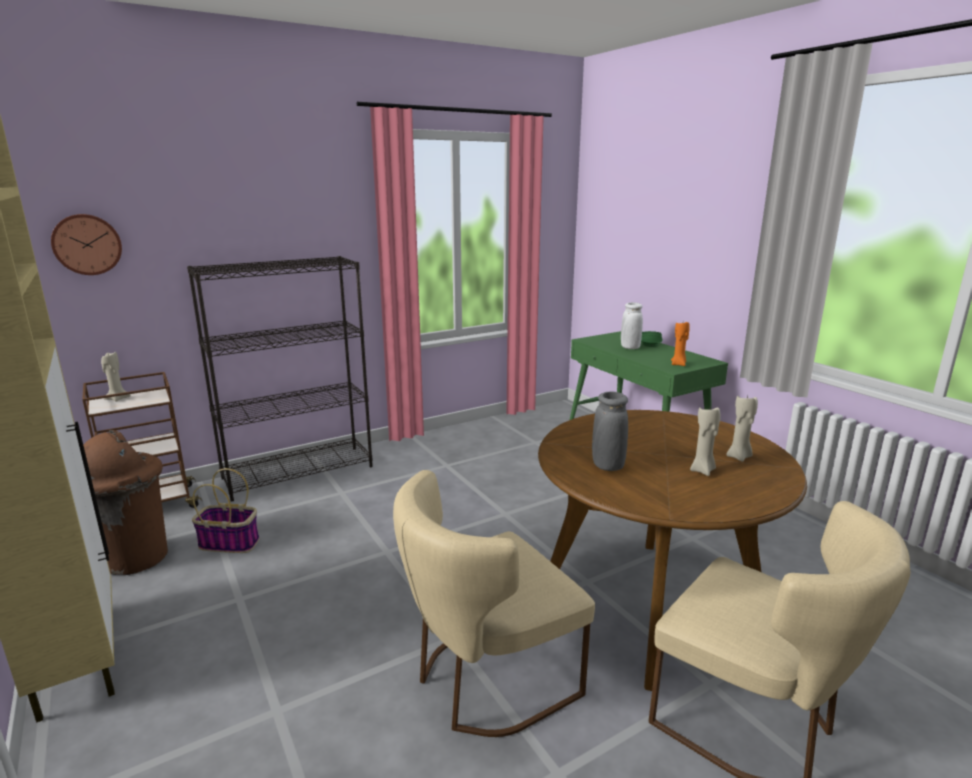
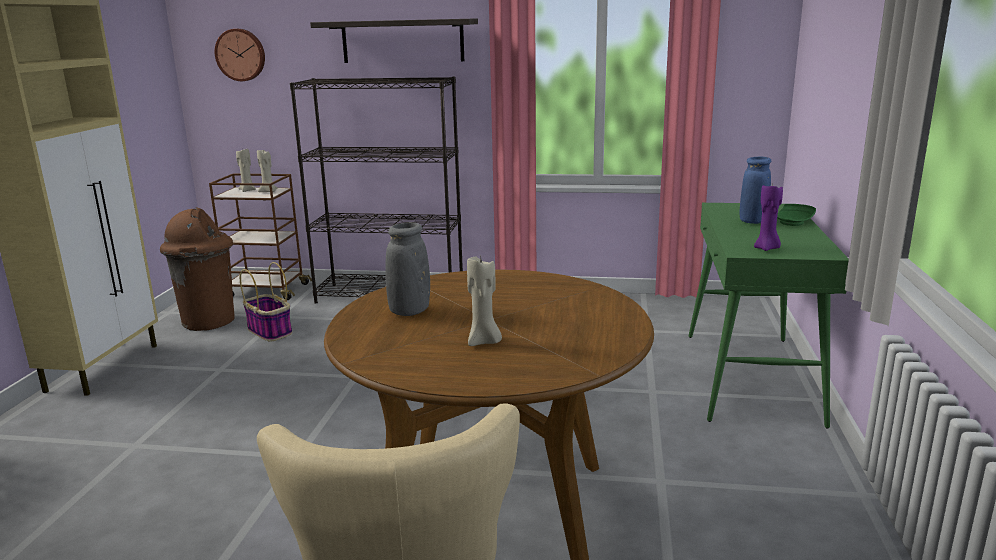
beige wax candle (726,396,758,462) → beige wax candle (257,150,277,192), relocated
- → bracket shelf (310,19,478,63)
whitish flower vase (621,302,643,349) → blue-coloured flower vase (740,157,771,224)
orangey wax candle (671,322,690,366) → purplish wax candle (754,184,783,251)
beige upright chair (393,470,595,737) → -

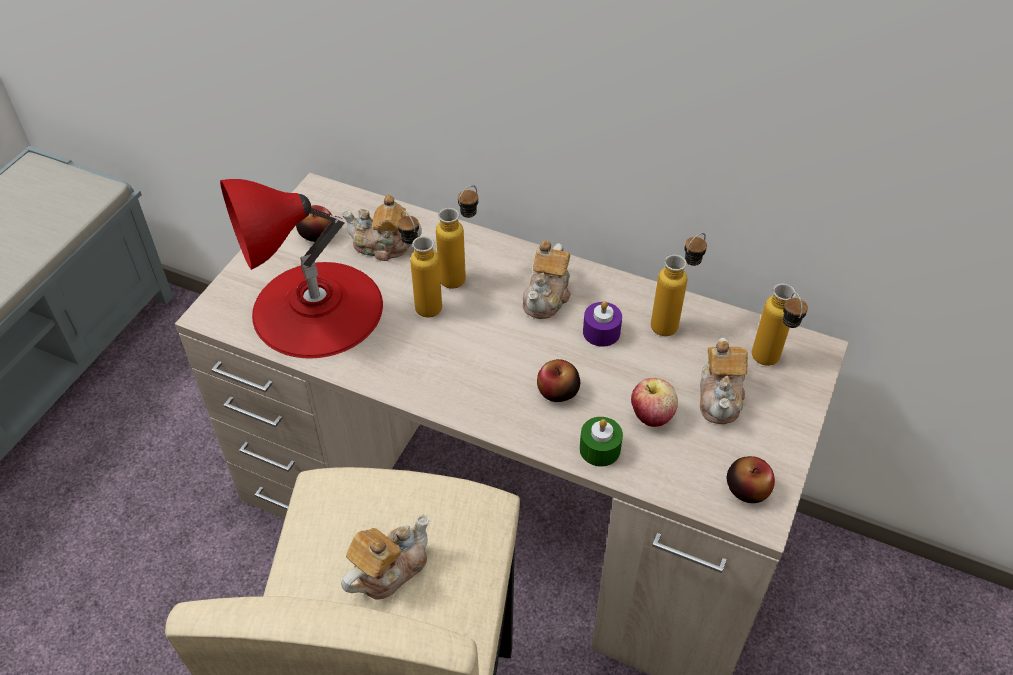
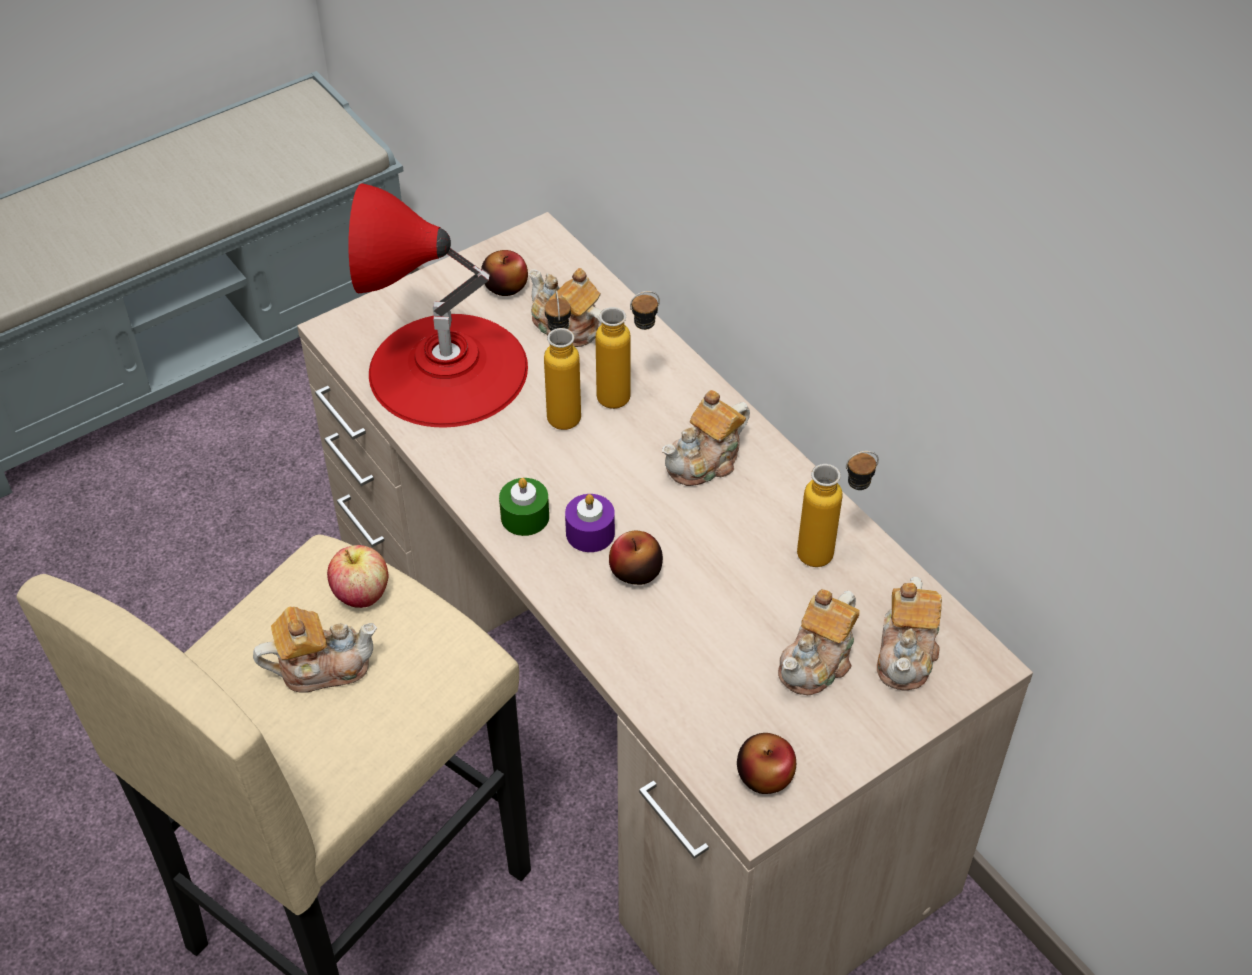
apple (631,378,678,427) → apple (327,545,389,608), relocated
green-coloured wax candle (580,417,623,467) → green-coloured wax candle (499,478,549,536), relocated
purplish wax candle (583,301,622,347) → purplish wax candle (565,494,615,552), relocated
beverage bottle (752,283,808,366) → teapot (877,577,942,691)

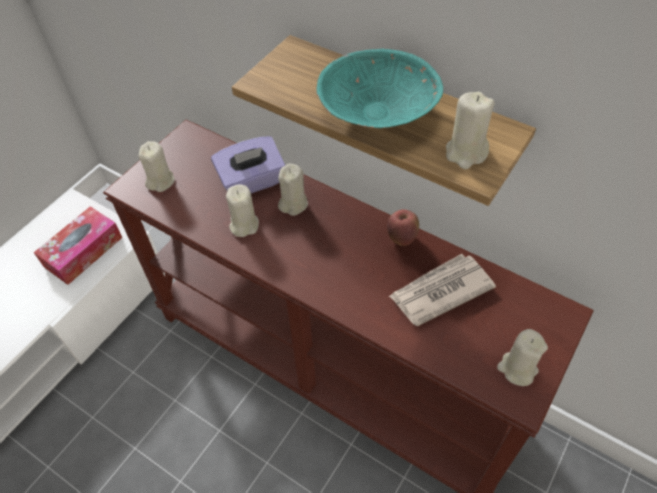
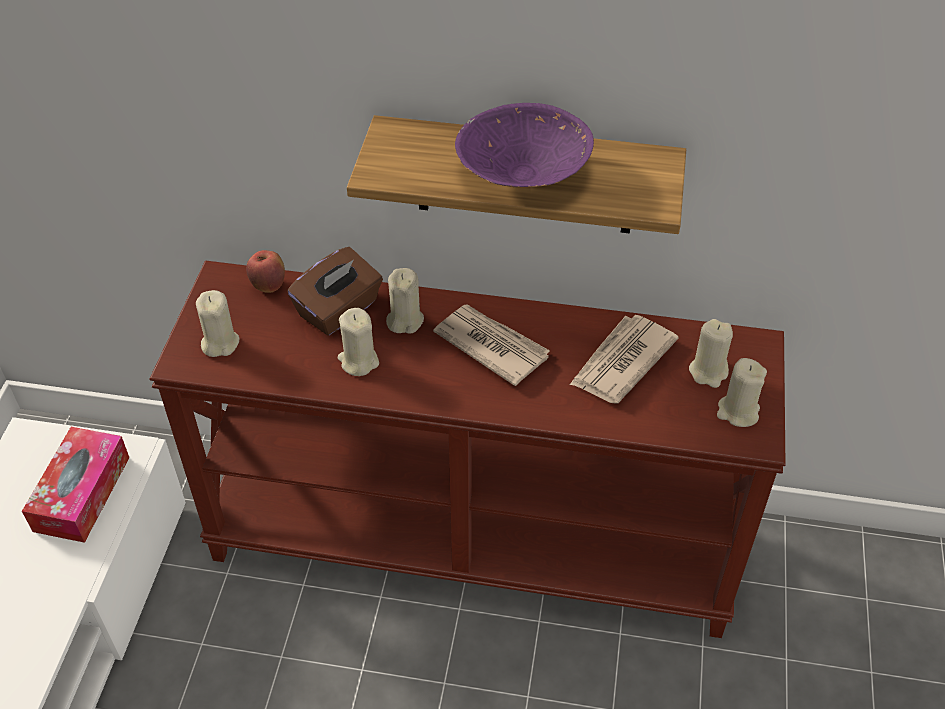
apple (387,209,419,246) → apple (246,250,285,293), relocated
purplish tissue box (211,136,285,193) → brownish tissue box (287,247,383,336)
- → daily paper (433,304,550,386)
turquoise-coloured deep dish (316,49,443,128) → purplish deep dish (455,103,594,188)
beige wax candle (446,92,495,169) → beige wax candle (689,319,733,388), relocated

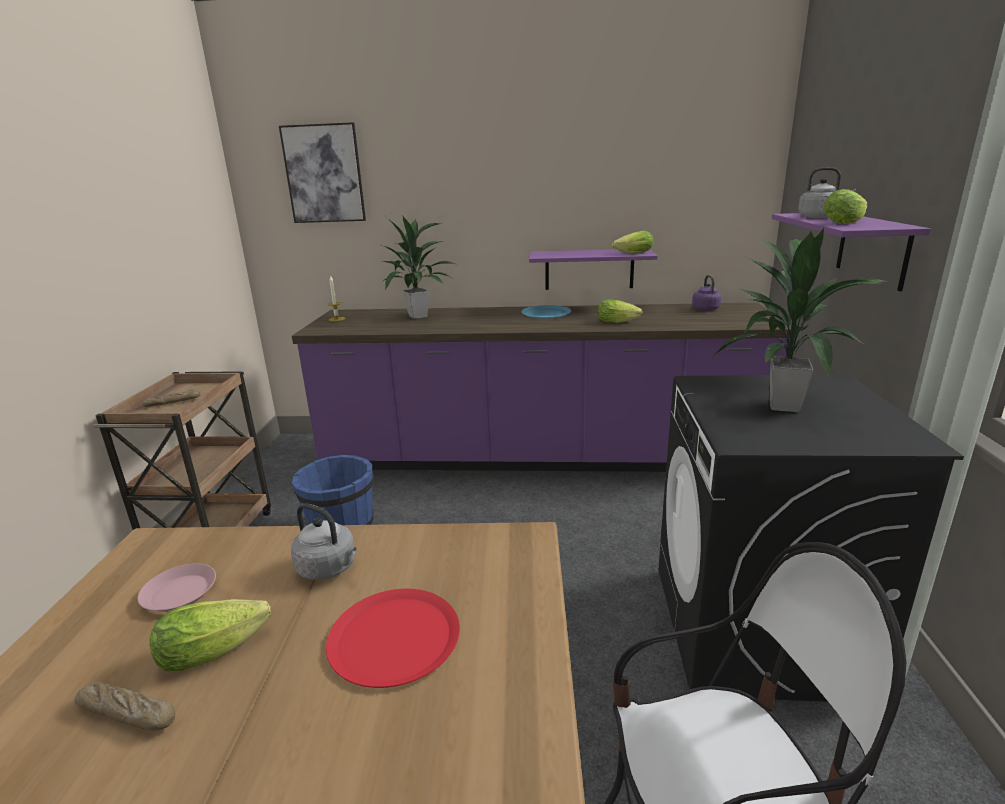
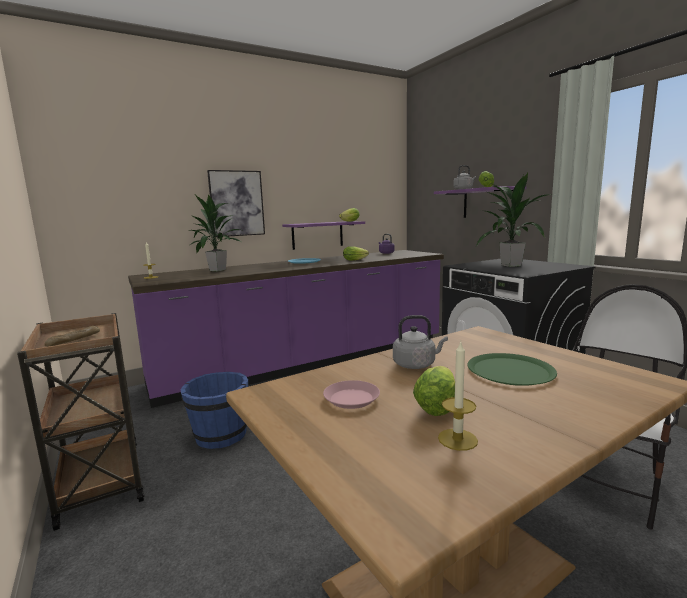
picture (279,122,366,223) → picture (207,170,265,237), relocated
baked bread (75,681,175,730) → wax candle (438,341,478,451)
red plate (326,589,460,688) → green-coloured plate (467,353,557,386)

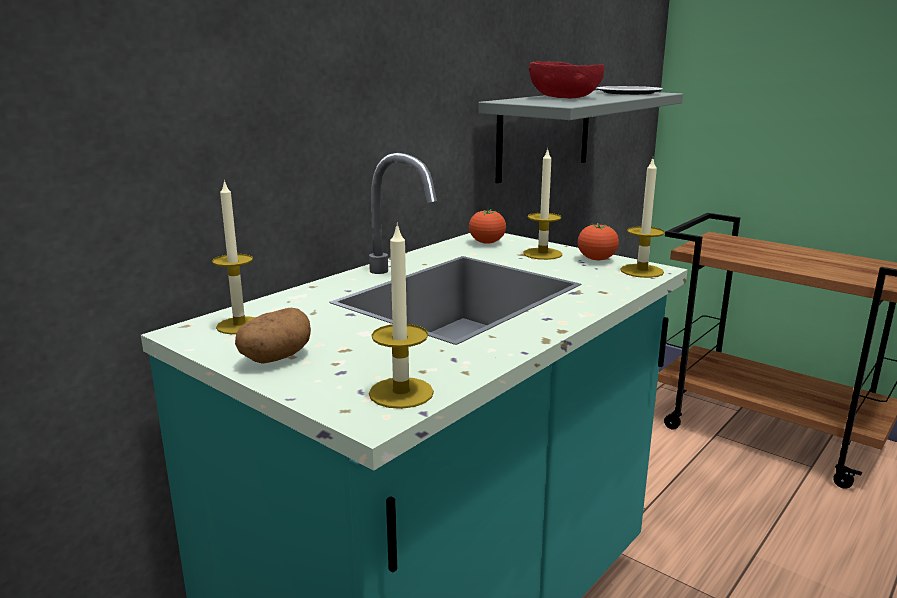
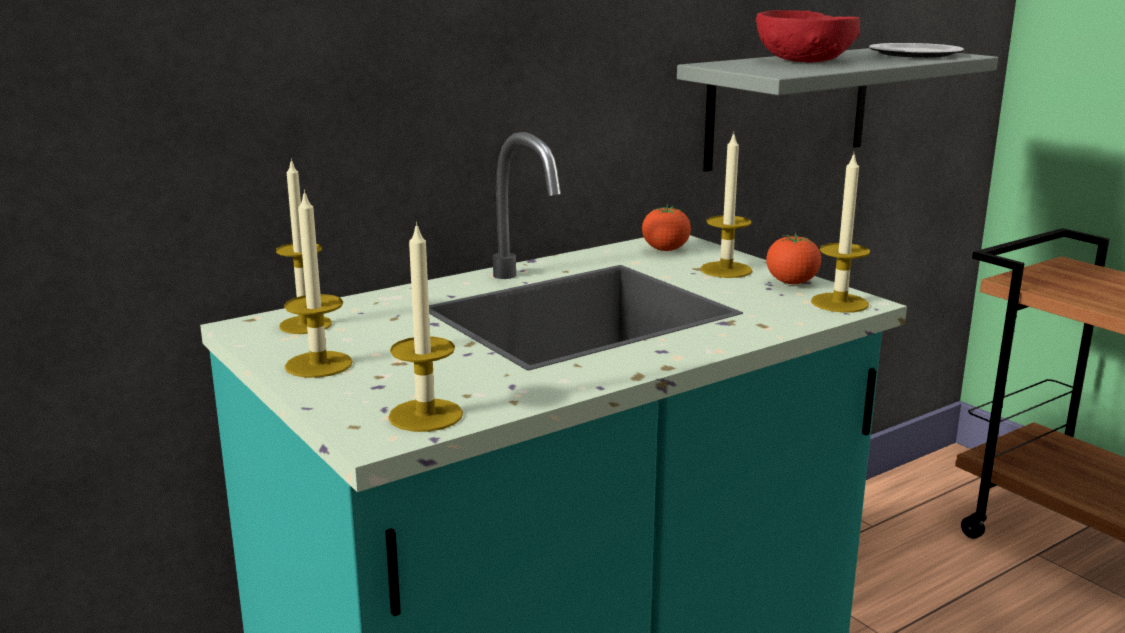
whole potato (235,308,311,364) → wax candle (284,190,353,378)

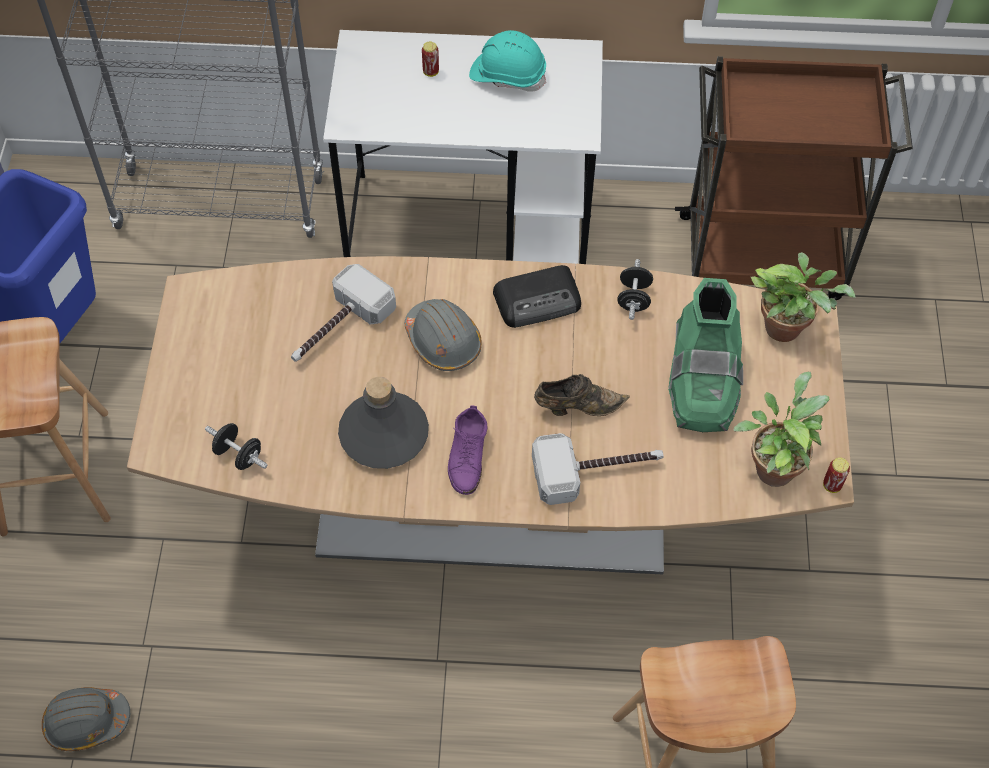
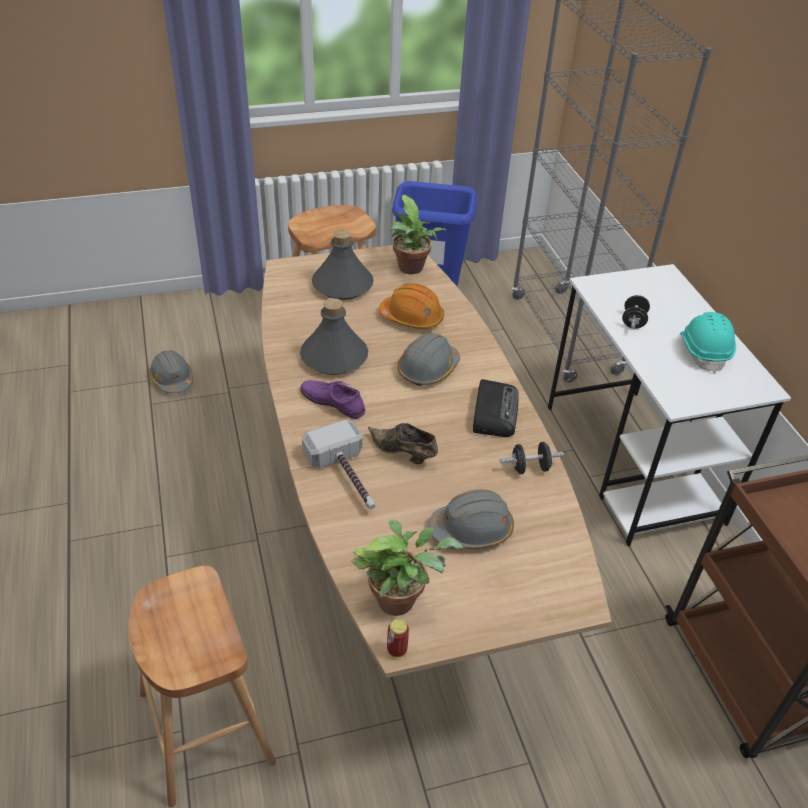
purplish shoe (448,406,488,495) → purplish shoe (300,380,365,419), 45 degrees clockwise
- → gray beverage bottle (312,229,374,300)
brownish shoe (534,374,630,416) → brownish shoe (368,423,438,464), 150 degrees clockwise
tool hammer (291,264,396,362) → orangey work helmet (379,283,444,329)
plant in a pot (751,252,856,342) → plant in a pot (390,195,447,274), relocated
green-coloured boot (668,278,743,432) → gray work helmet (428,489,514,549)
radio set (493,265,581,328) → radio set (473,379,519,437), 135 degrees counterclockwise
black-coloured free weight (205,423,268,470) → black-coloured free weight (622,295,650,329), relocated
metal can (422,42,439,77) → -

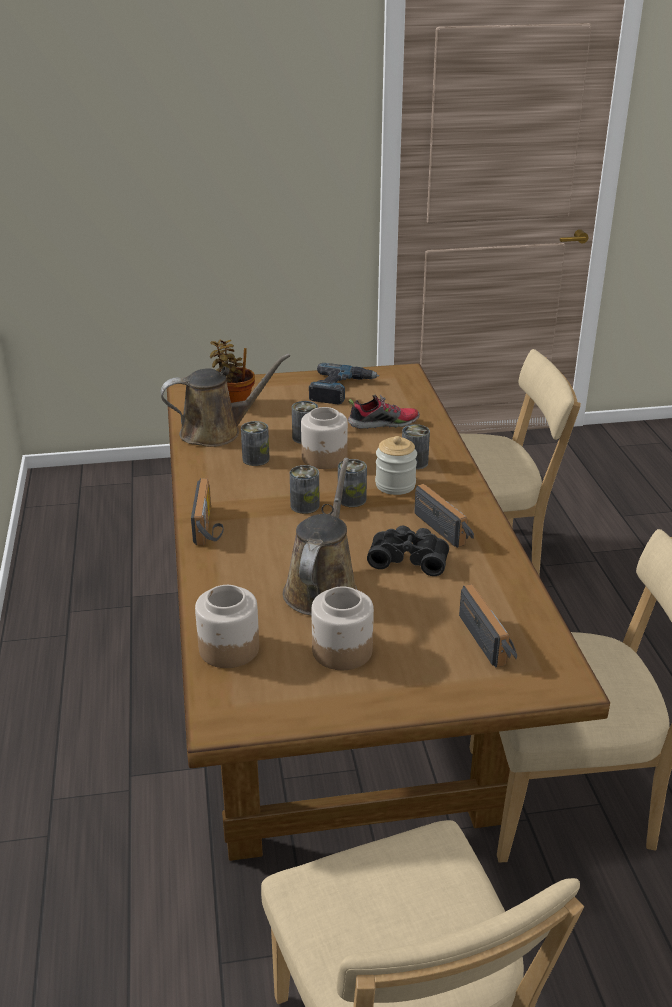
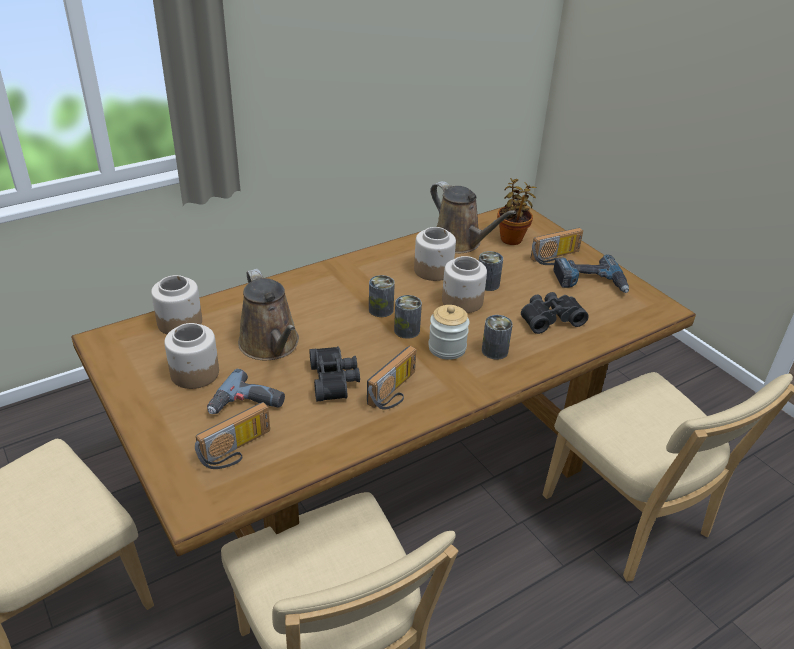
- → electric drill (207,369,285,414)
brownish watering can (283,458,358,616) → brownish watering can (238,269,299,360), 75 degrees clockwise
metal can (241,421,270,466) → jar (414,227,456,281)
shoe (348,394,420,429) → black-coloured field glasses (521,292,589,334)
radio set (191,478,224,545) → radio set (531,228,583,265), relocated

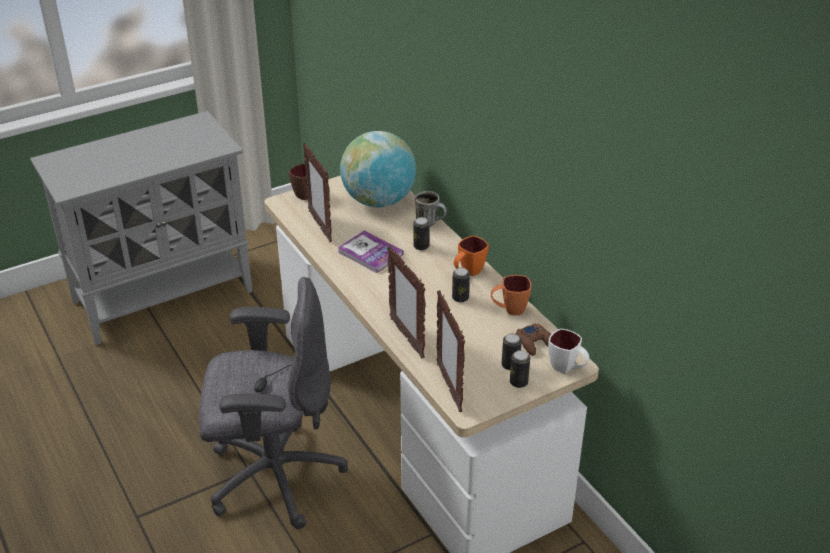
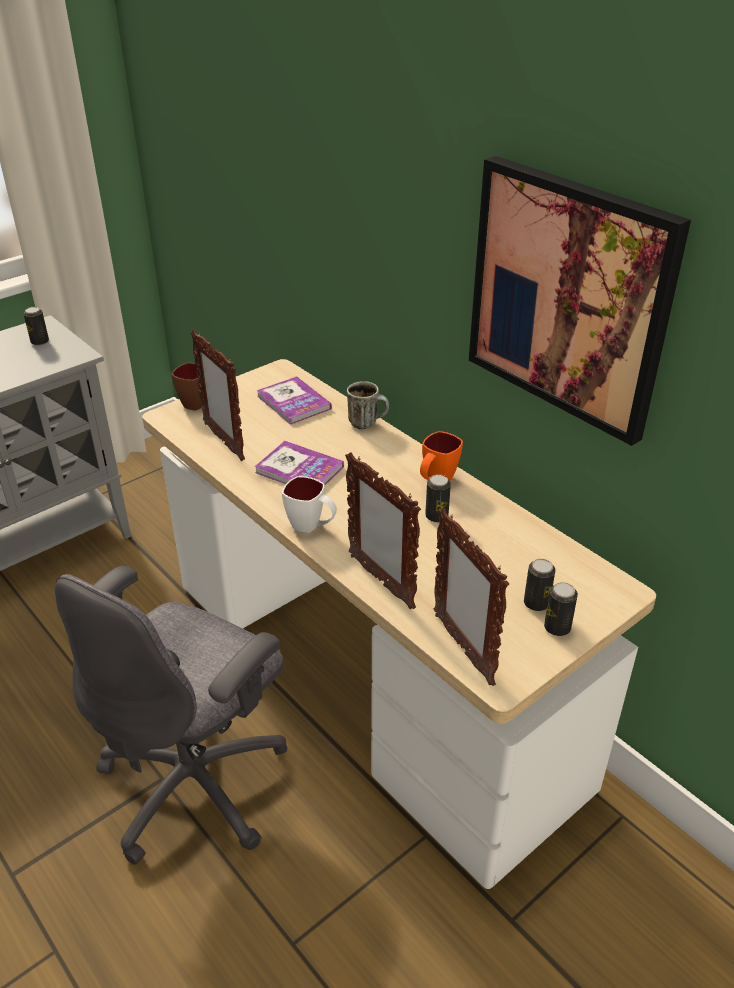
metal can (414,217,430,250) → metal can (23,307,49,346), relocated
gray office chair (199,277,348,529) → gray office chair (55,566,287,865), 135 degrees clockwise
world globe (340,131,416,207) → bound book (256,376,332,425)
whitish tea mug (548,329,590,373) → whitish tea mug (282,476,337,533), relocated
- → picture (469,156,691,446)
orangey tea mug (491,275,531,315) → -
brownish gamepad (516,323,551,356) → -

